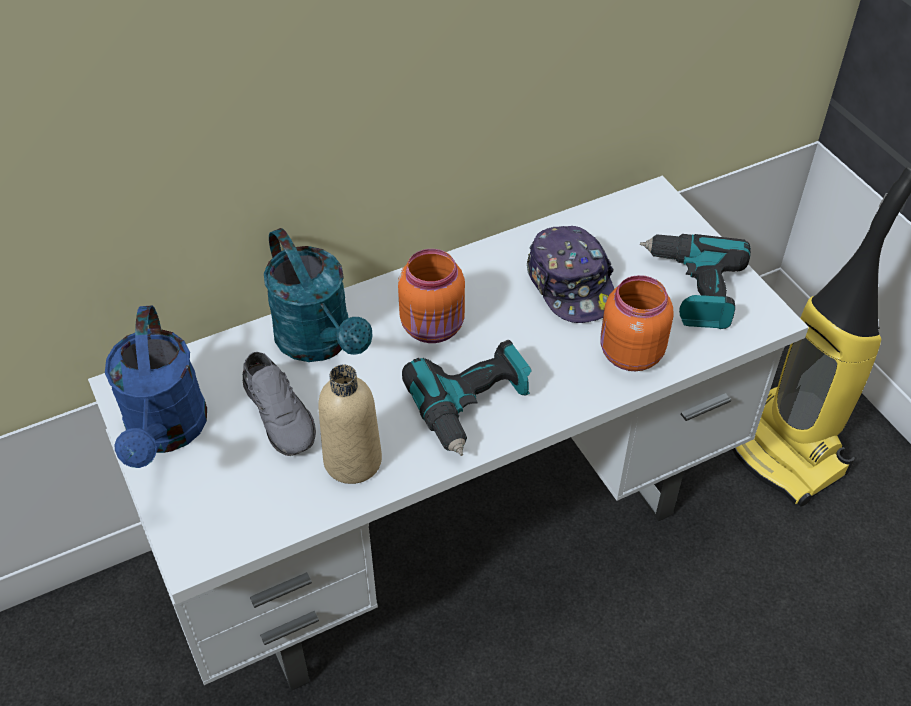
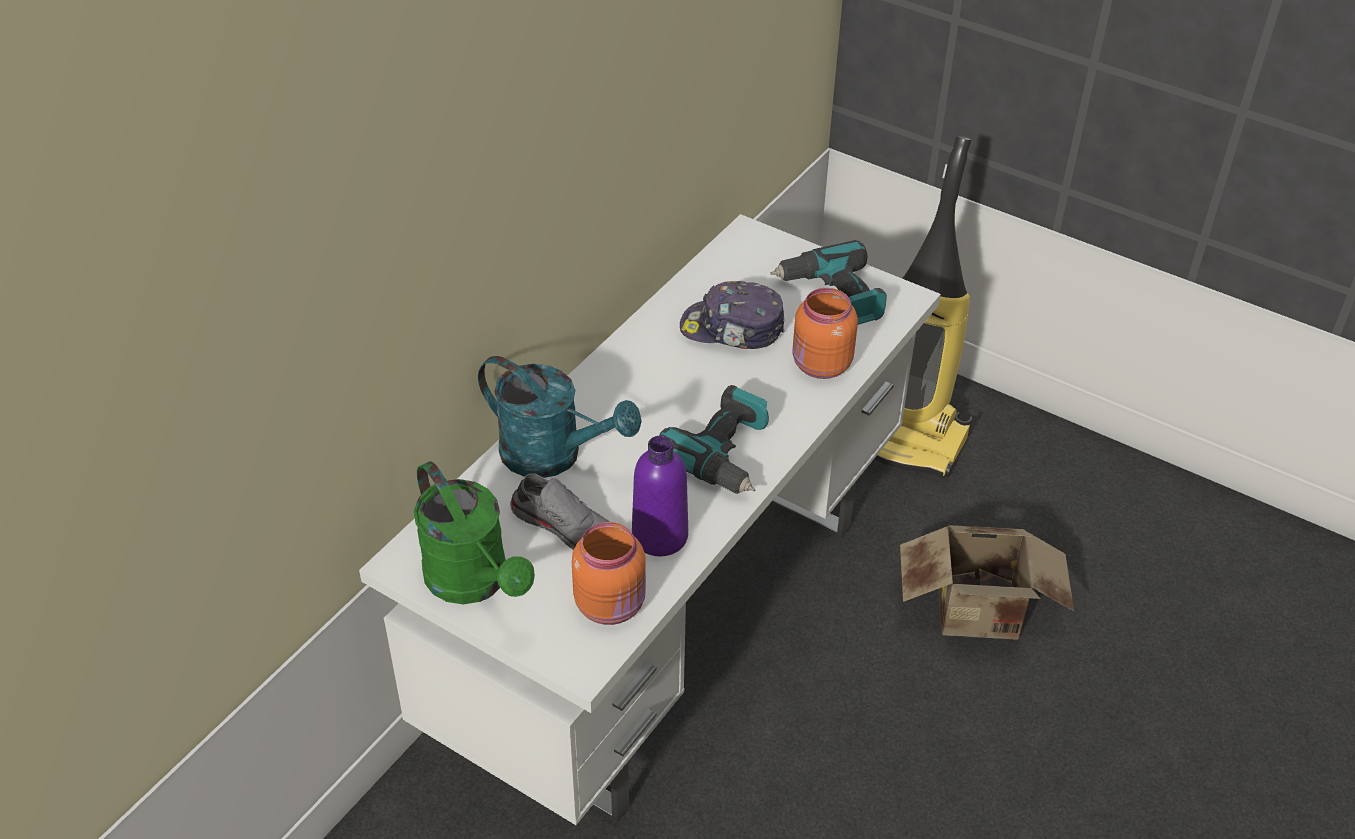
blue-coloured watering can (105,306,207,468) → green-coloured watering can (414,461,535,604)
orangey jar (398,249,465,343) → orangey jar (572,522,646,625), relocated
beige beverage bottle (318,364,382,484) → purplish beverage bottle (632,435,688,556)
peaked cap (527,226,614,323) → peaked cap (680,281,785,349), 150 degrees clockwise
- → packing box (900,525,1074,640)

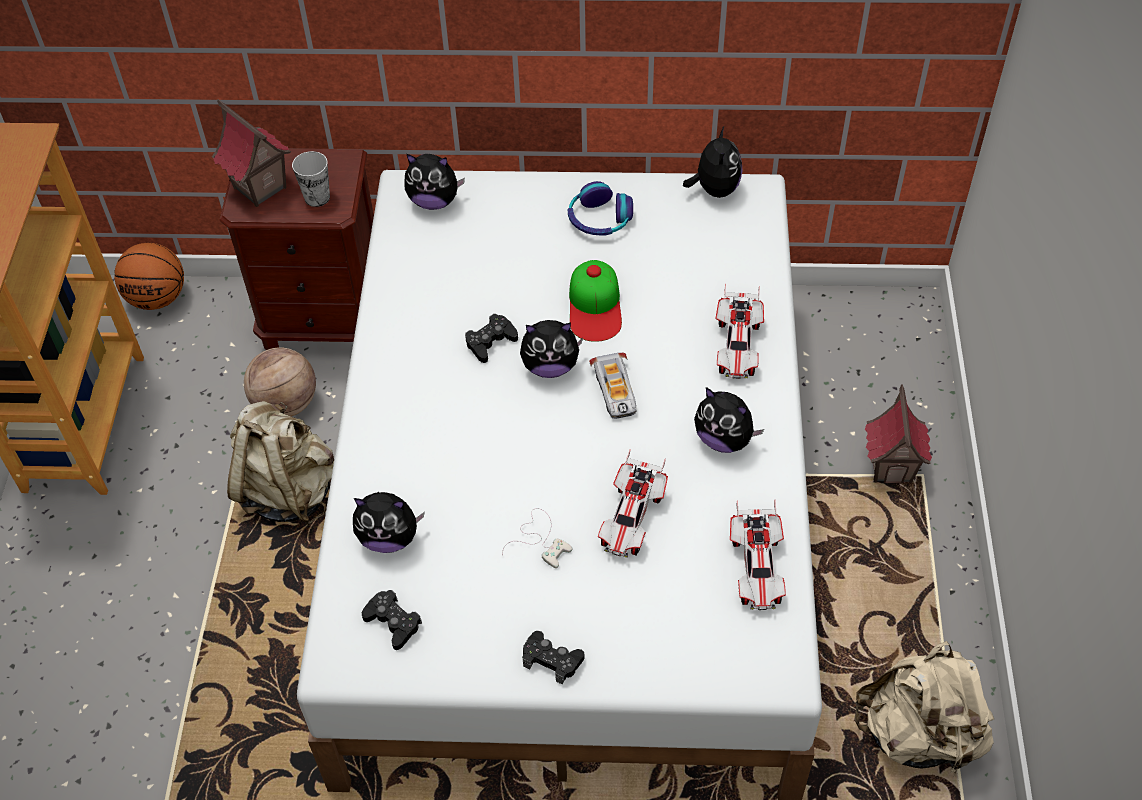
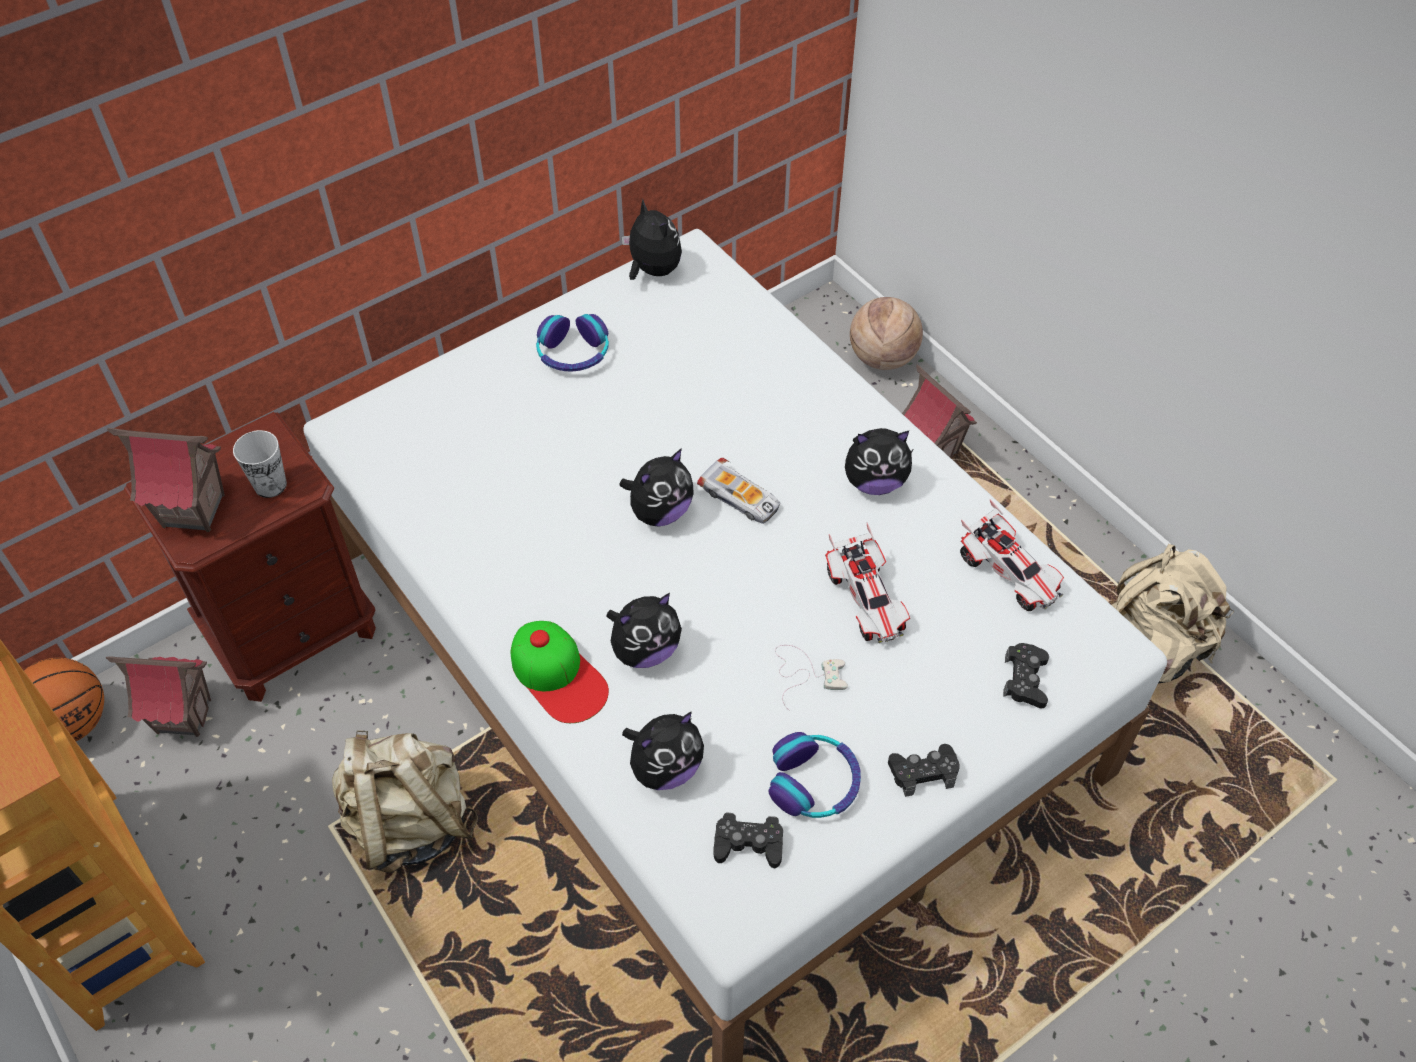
- → toy house (106,656,211,737)
peaked cap (569,260,622,342) → peaked cap (511,621,609,723), relocated
soft toy (404,154,465,210) → soft toy (606,593,682,668), relocated
- → pair of headphones (769,732,861,818)
ball for basketball (244,347,316,416) → ball for basketball (850,297,923,370), relocated
black-coloured gamepad (465,314,518,363) → black-coloured gamepad (1003,643,1049,708), relocated
toy car (715,284,764,379) → -

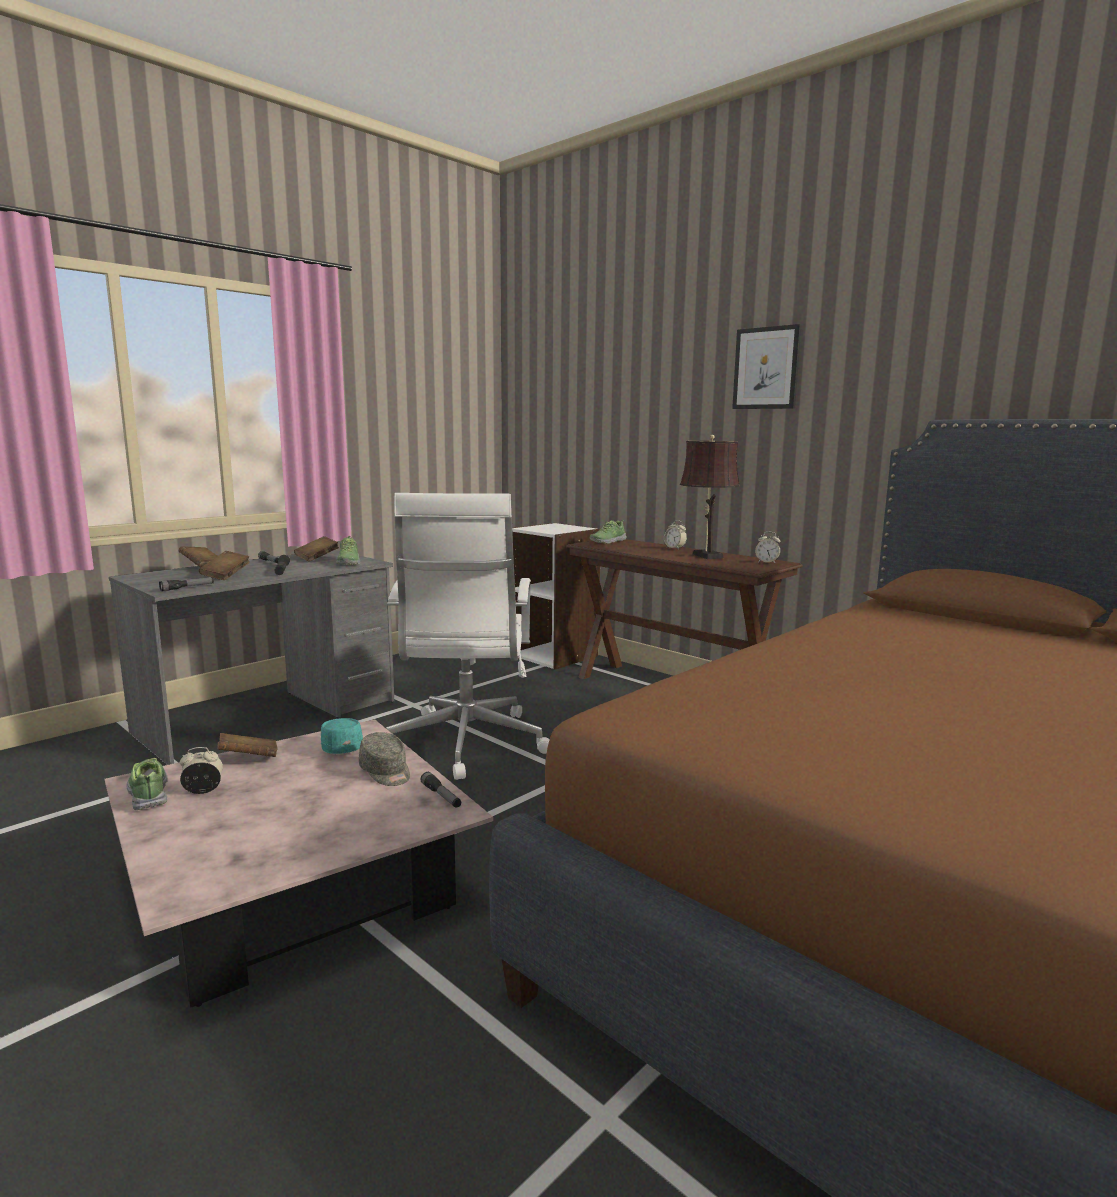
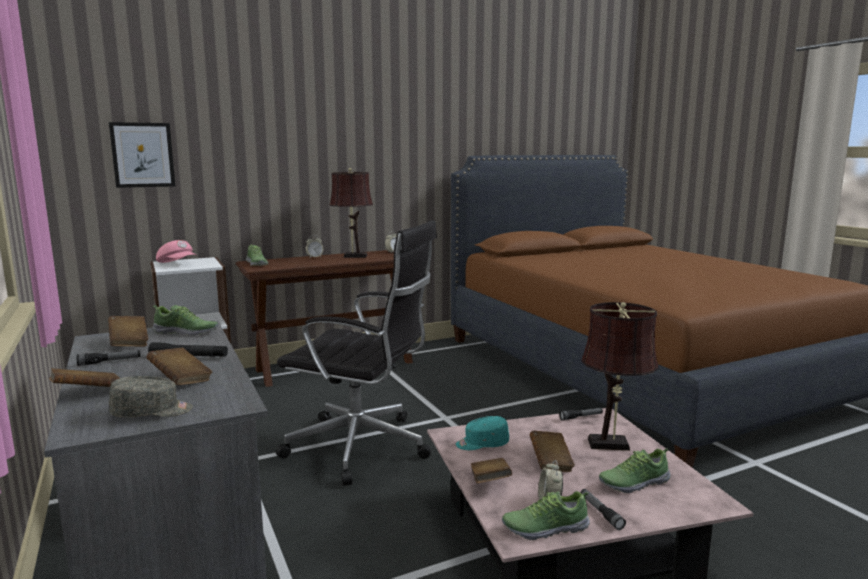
picture (732,324,802,409) → picture (109,122,175,188), relocated
gray peaked cap (359,732,410,786) → gray peaked cap (109,376,193,417), relocated
- → pink peaked cap (156,240,196,263)
whitish office chair (386,493,550,780) → black-coloured office chair (276,220,437,486)
- → brownish bound book (530,431,575,472)
- → brownish table lamp (581,302,659,451)
hand torch (159,577,214,591) → hand torch (581,489,626,530), relocated
- → shoe (599,449,670,493)

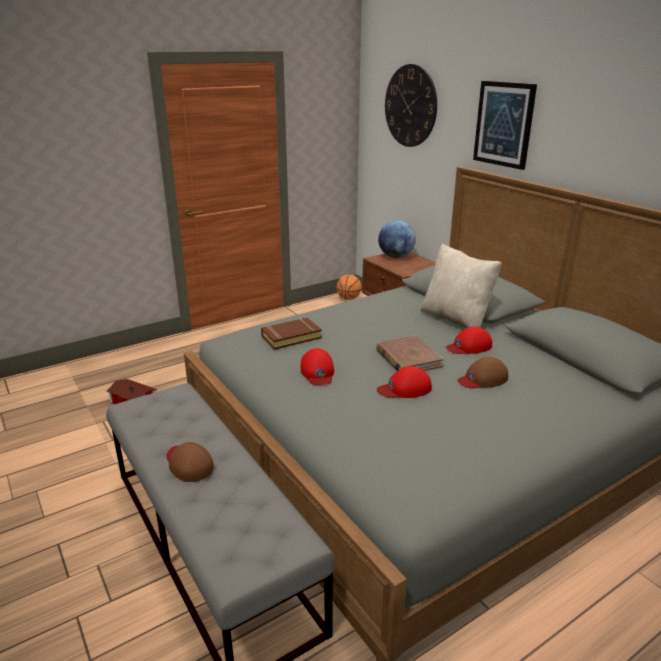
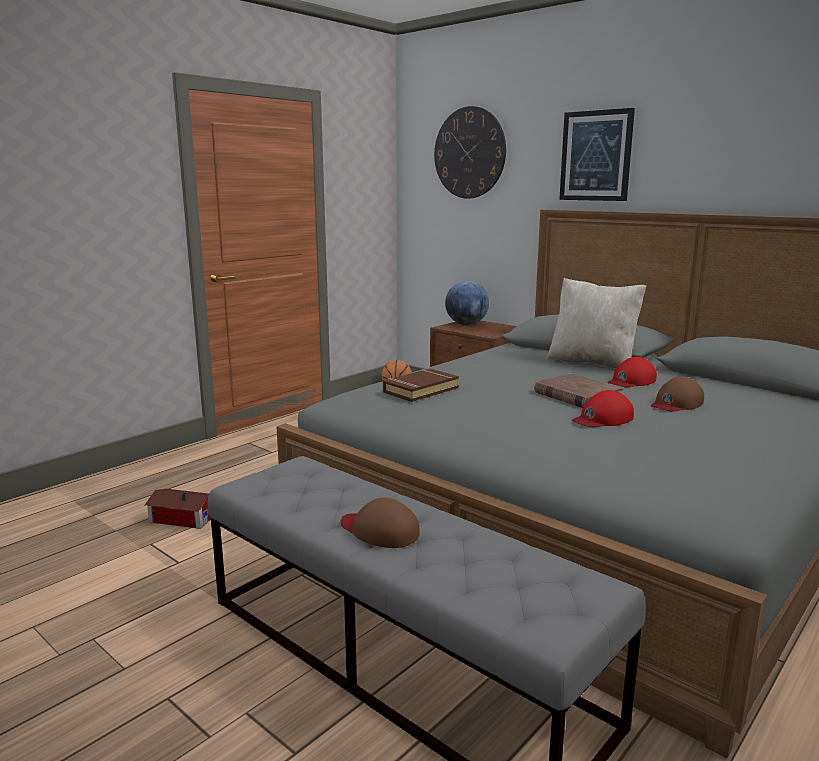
red peaked cap (300,348,334,385) → -

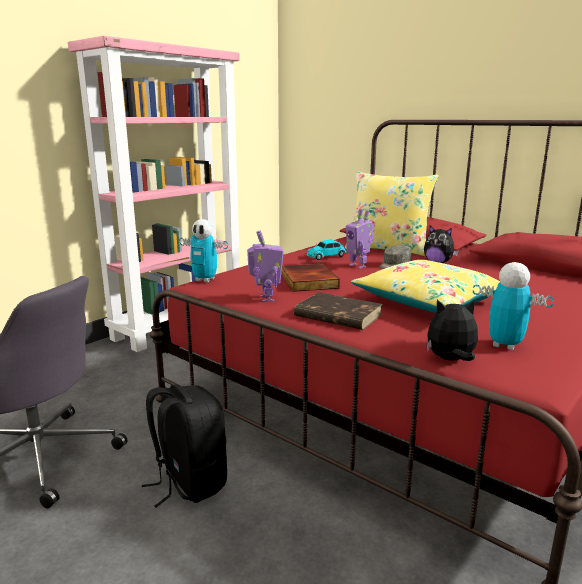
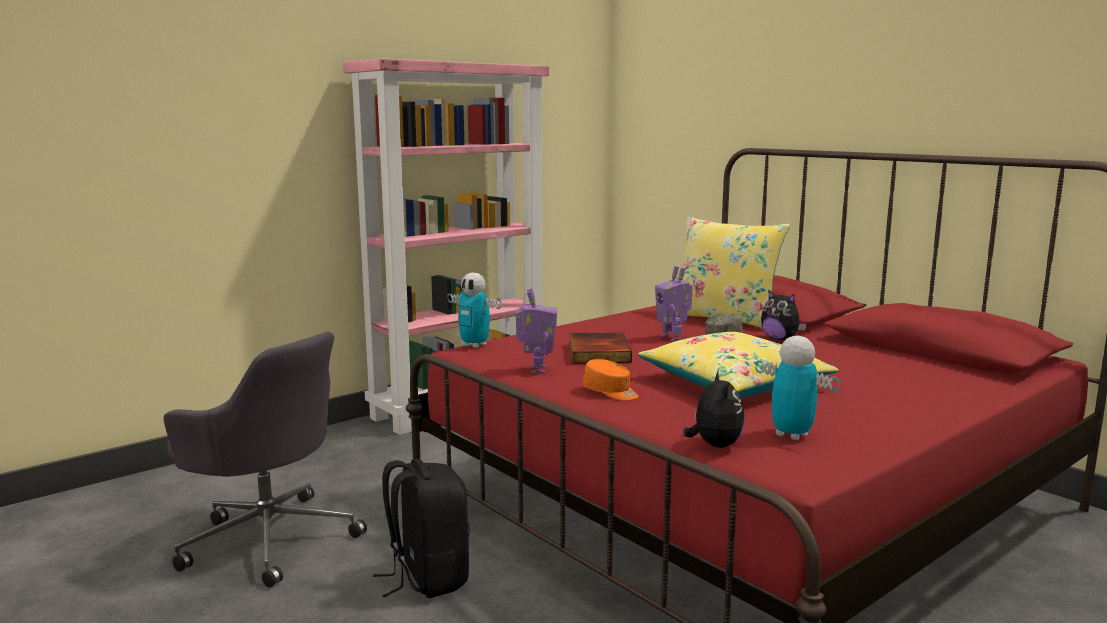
brownish bound book (294,292,382,330) → orangey peaked cap (583,359,638,401)
soft toy (426,300,478,361) → soft toy (683,370,745,448), 75 degrees clockwise
toy car (305,240,347,260) → -

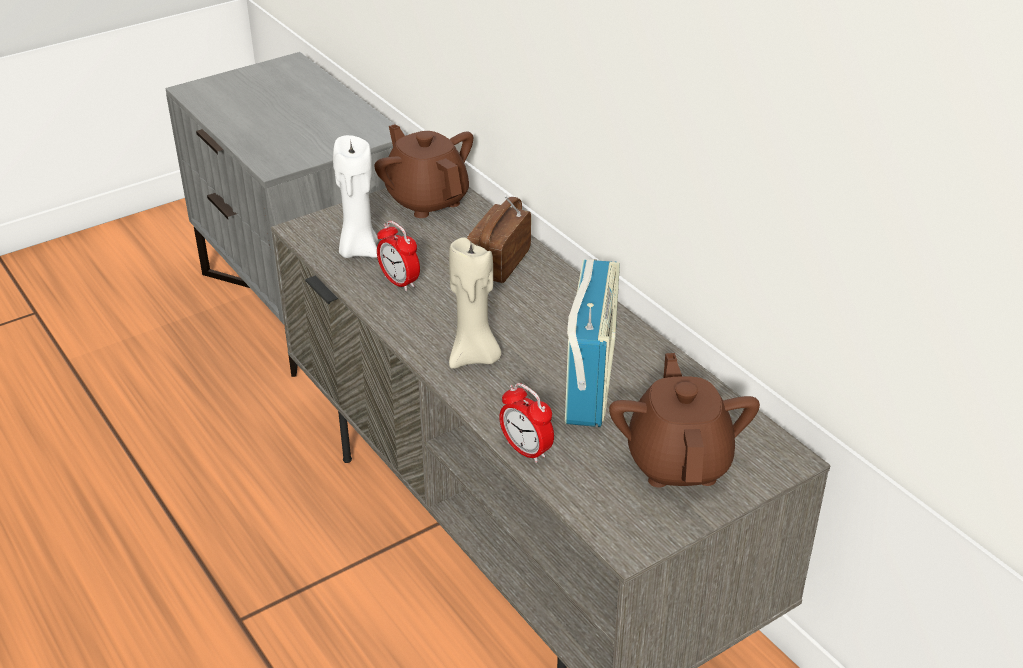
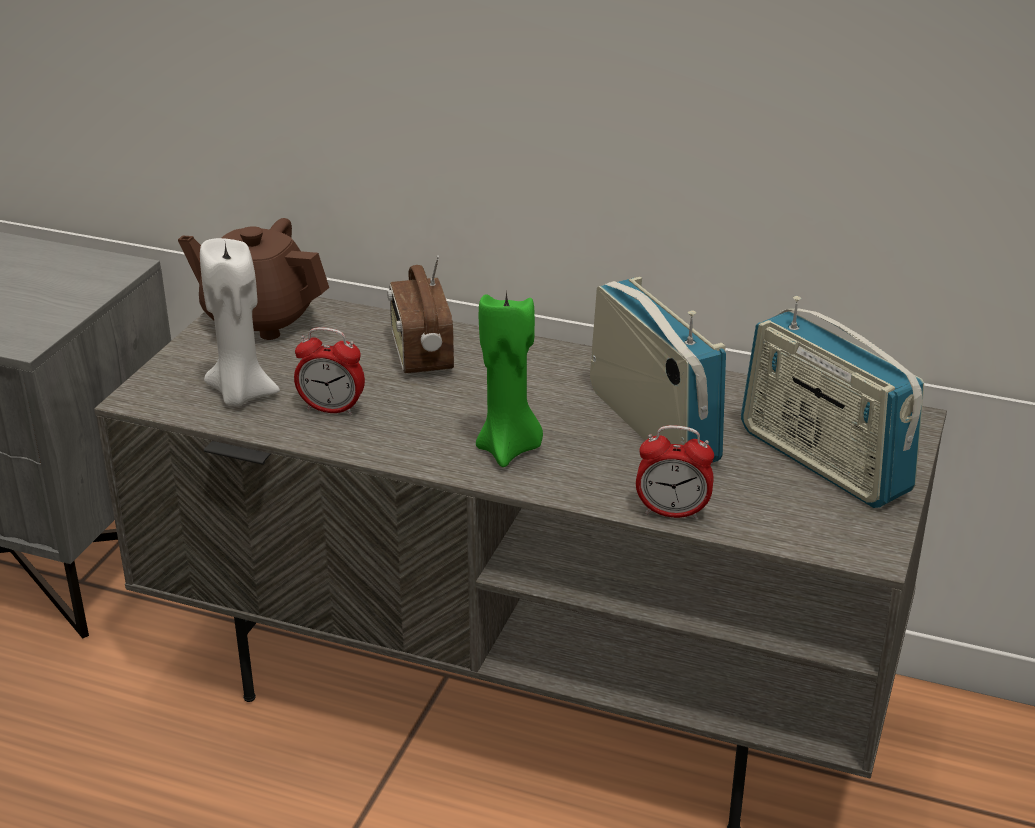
beige wax candle (449,237,501,369) → green-coloured wax candle (476,289,543,467)
brownish teapot (609,353,760,488) → radio set (741,296,924,508)

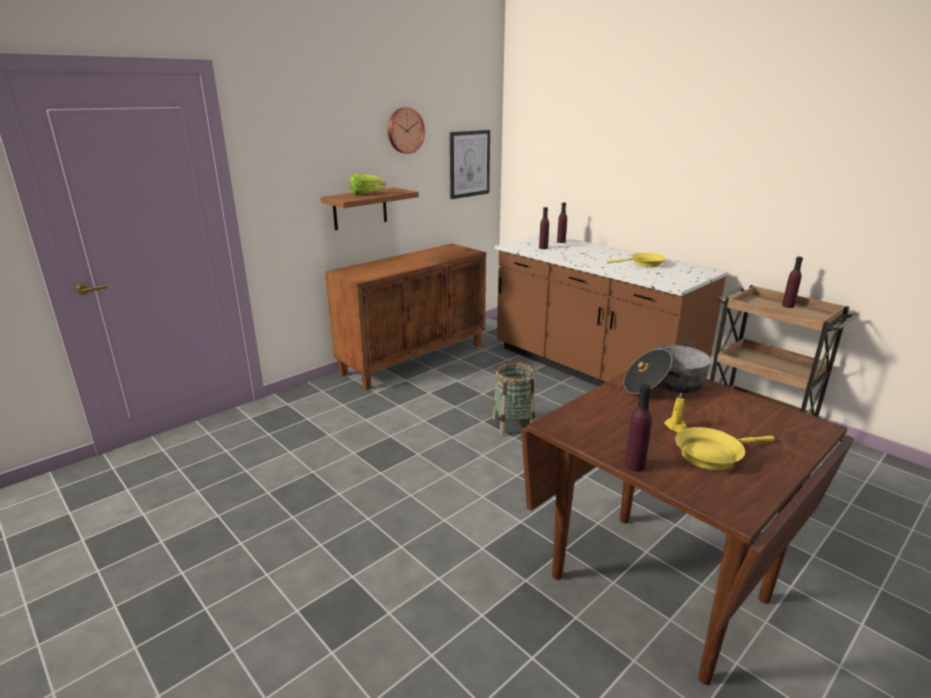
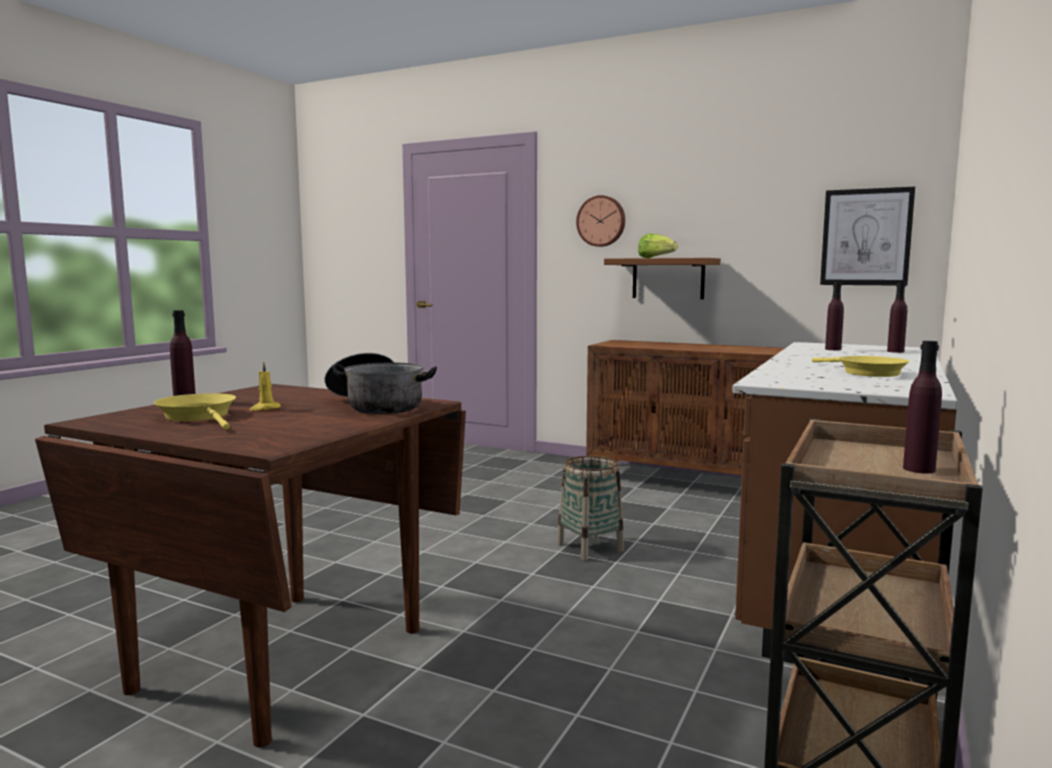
hanging clock (388,107,425,154) → hanging clock (576,195,625,247), relocated

